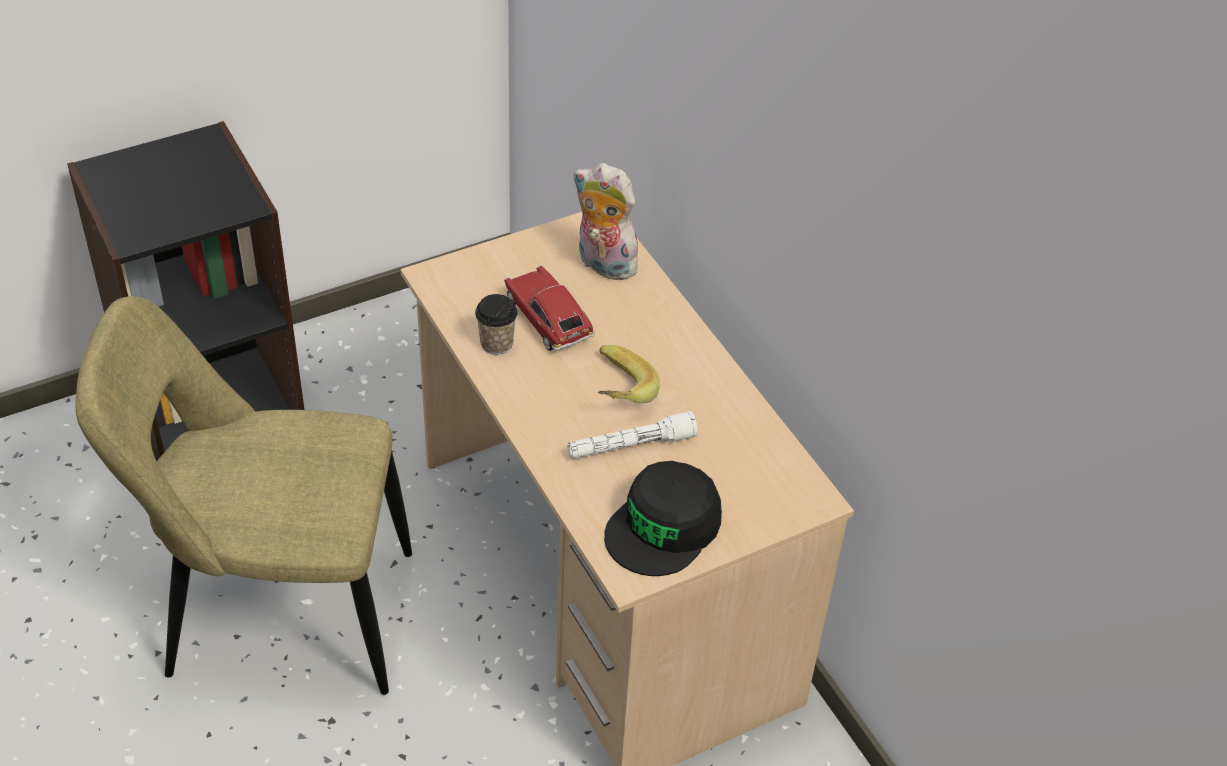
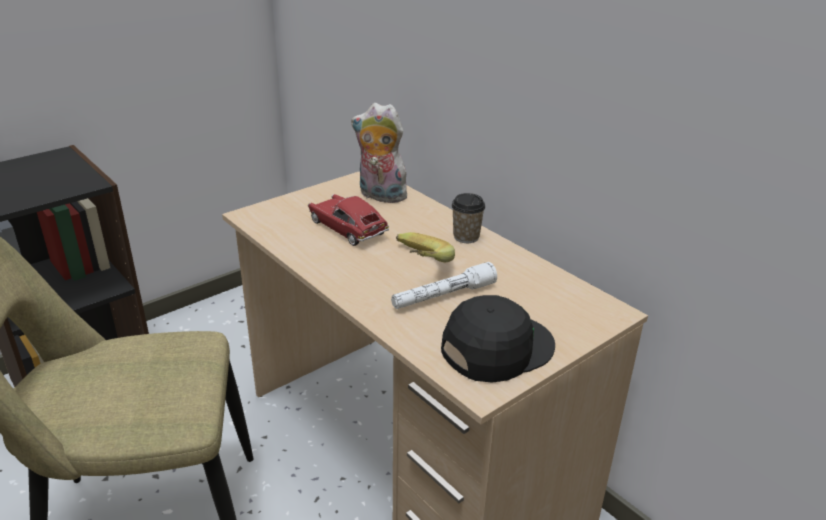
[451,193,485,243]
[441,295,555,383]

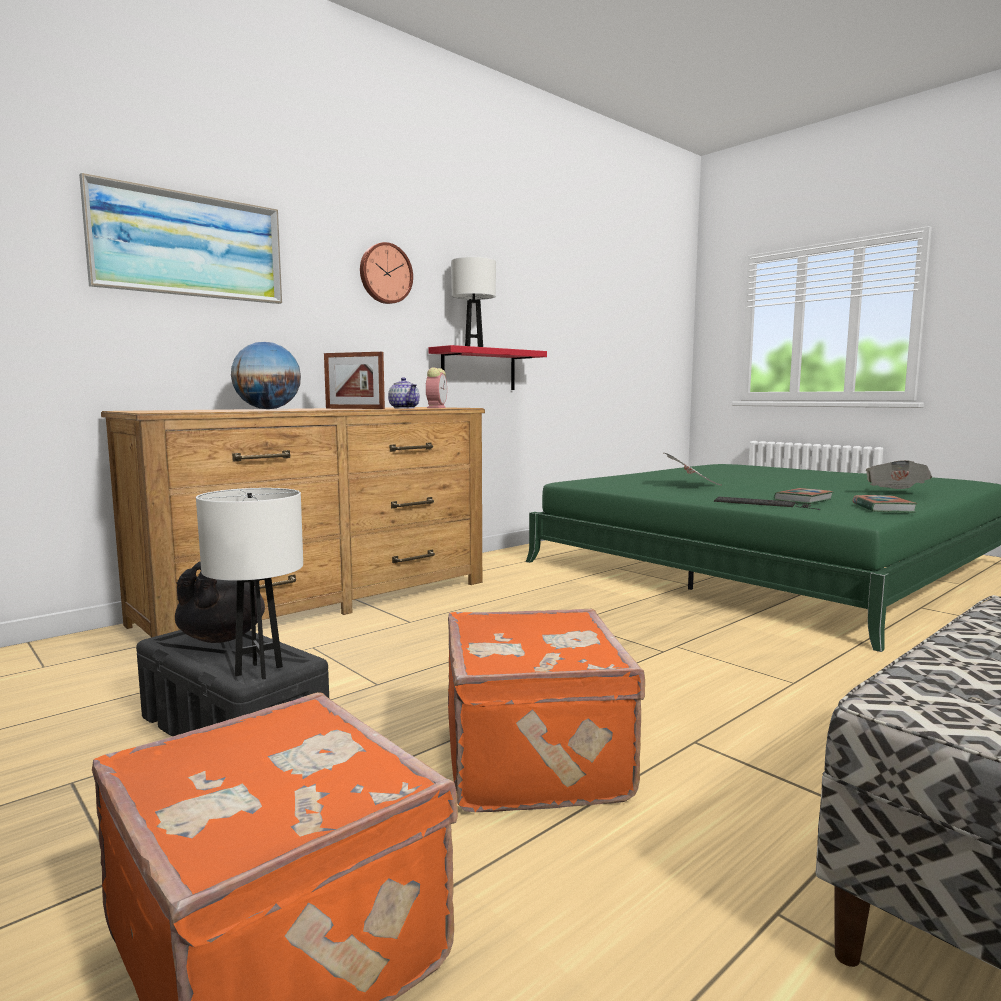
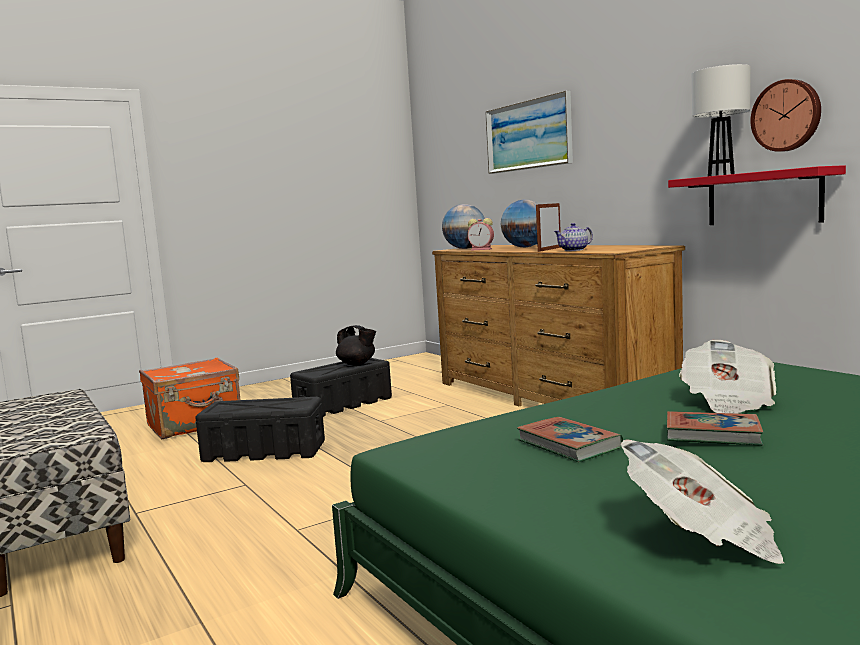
[750,79,821,152]
[467,218,494,250]
[196,488,303,679] (first image)
[667,411,764,446]
[714,497,820,510] (first image)
[195,397,325,462]
[442,204,485,249]

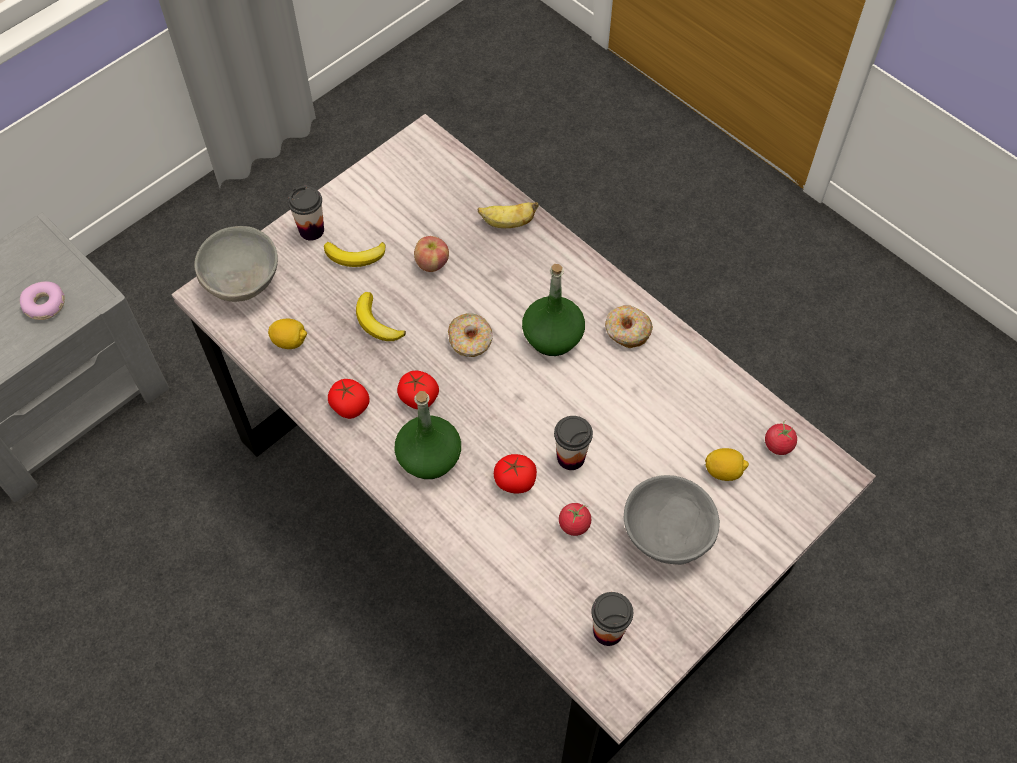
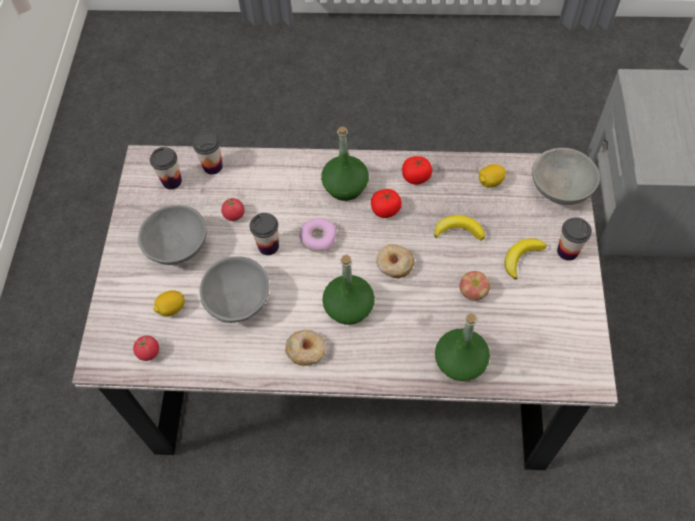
[435,313,490,381]
[299,218,337,253]
[494,454,537,493] (first image)
[193,132,223,174]
[200,256,270,323]

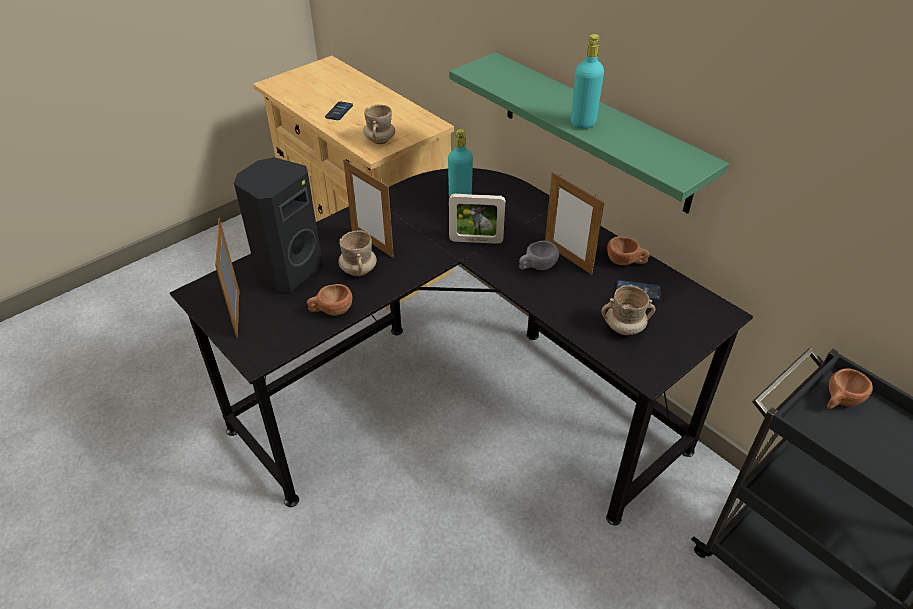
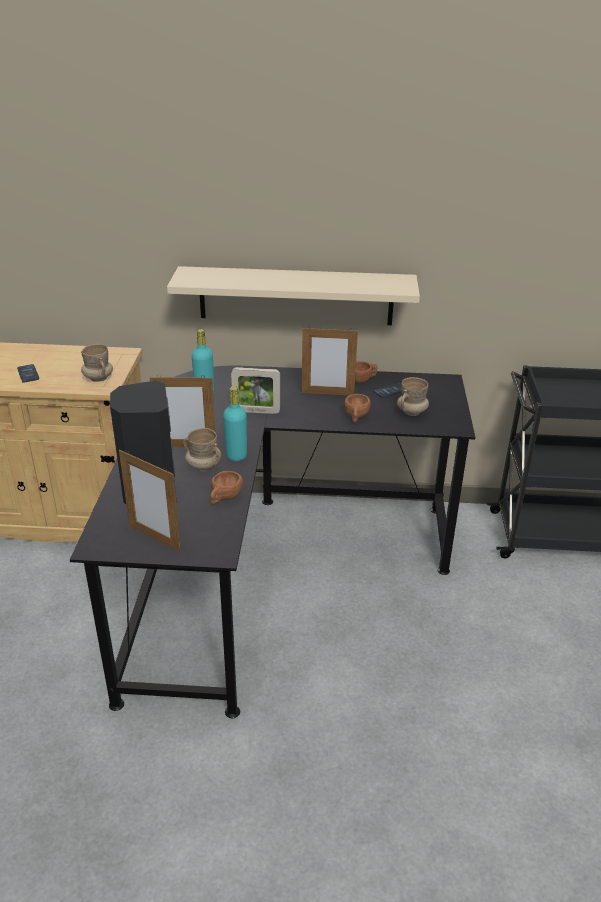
[223,386,247,461]
[167,266,420,325]
[231,367,280,414]
[519,241,559,270] (first image)
[344,394,371,423]

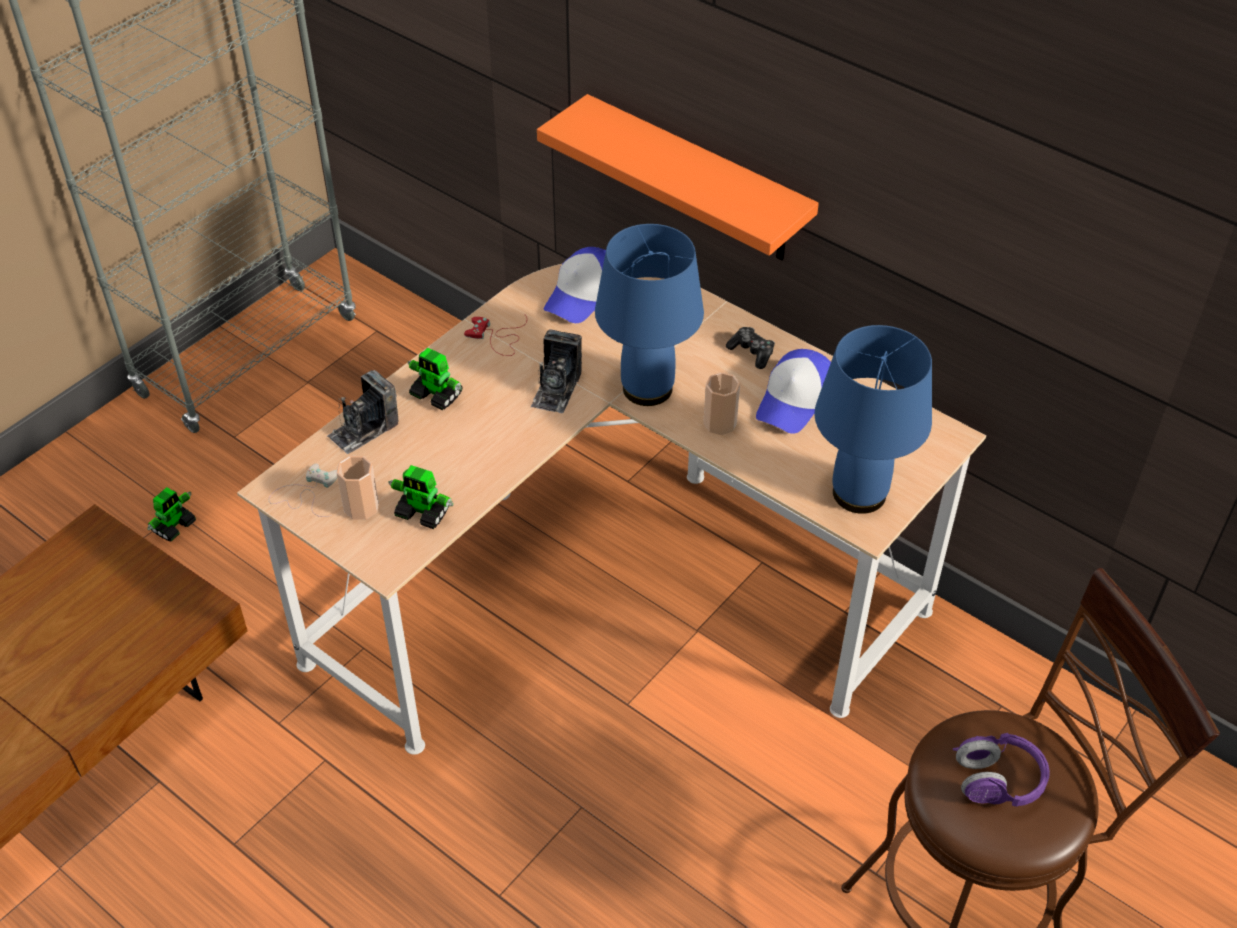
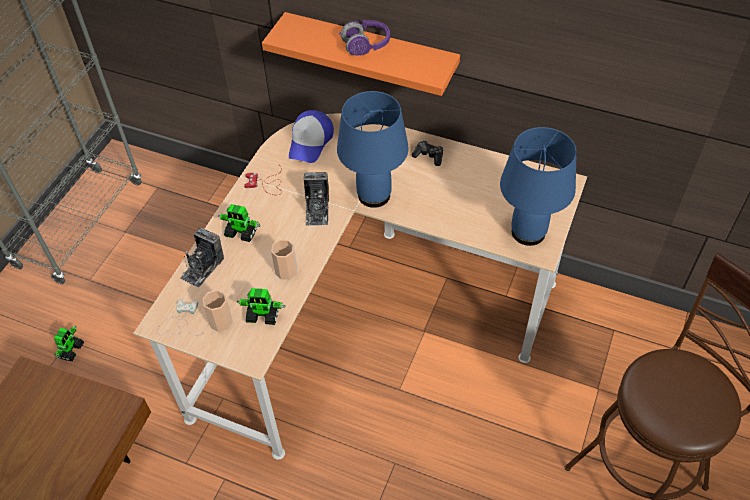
[756,349,831,434] (first image)
[271,240,297,280]
[339,20,390,56]

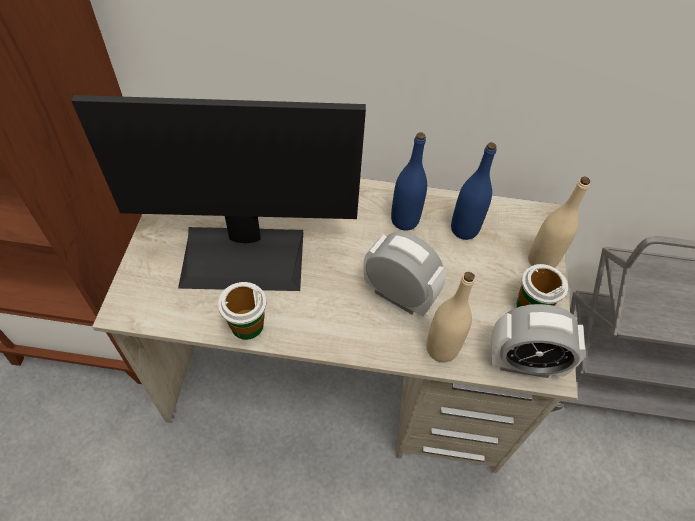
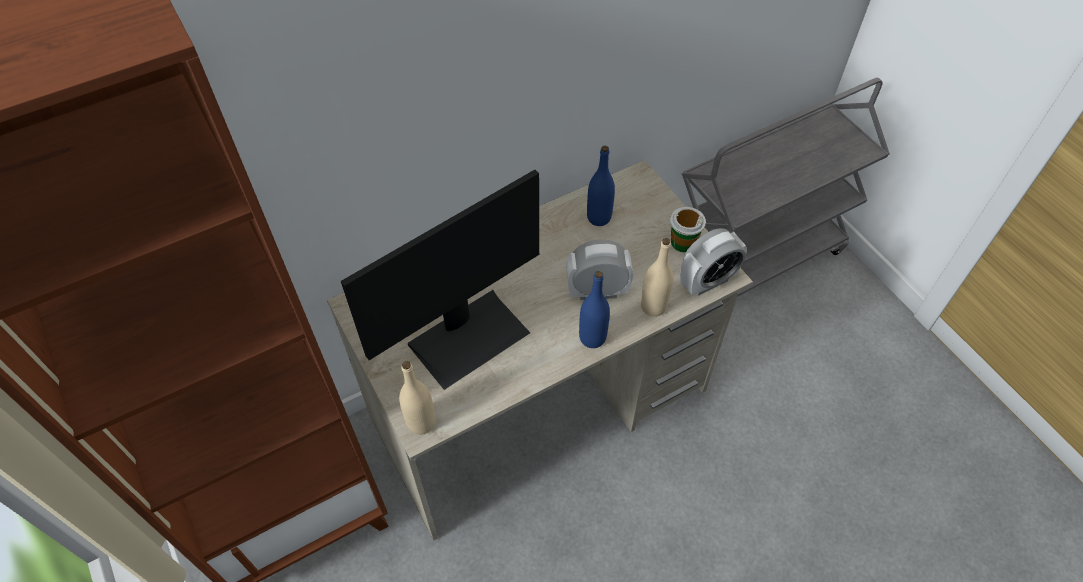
[579,271,610,348]
[399,361,435,435]
[218,282,266,340] (first image)

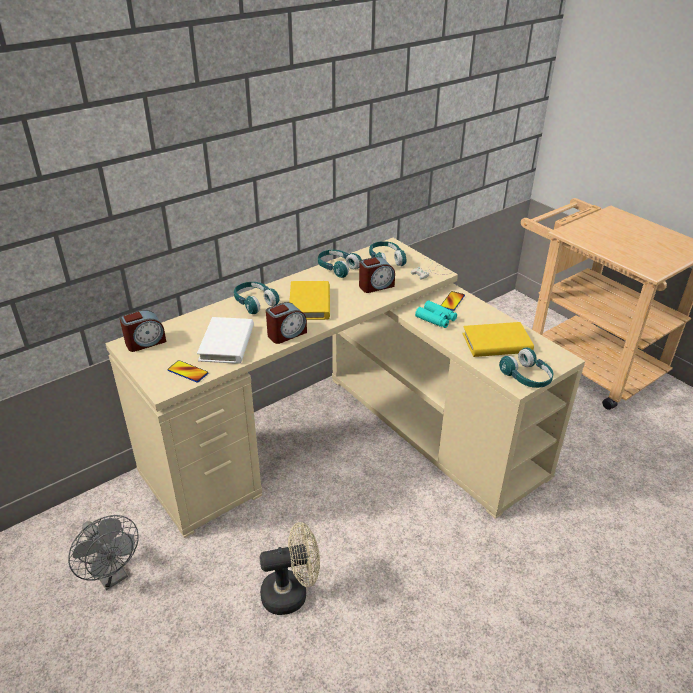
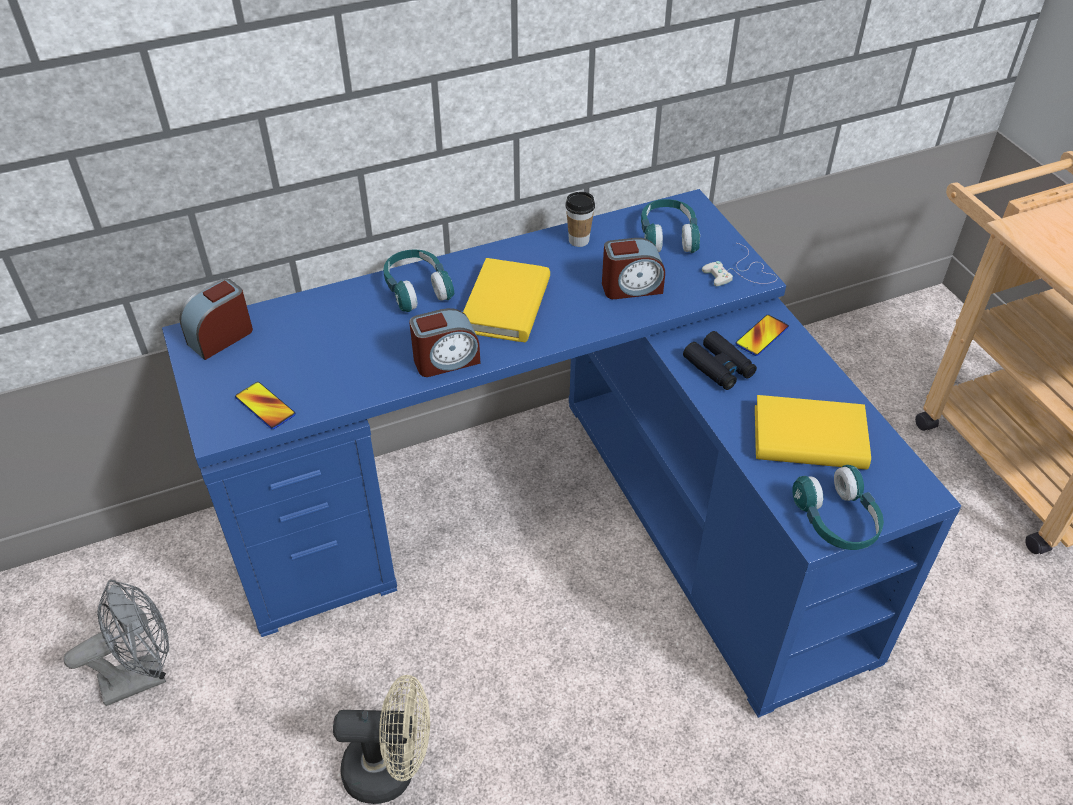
[162,189,961,718]
[565,192,595,247]
[683,331,757,390]
[179,278,253,360]
[197,317,254,364] (first image)
[64,580,169,706]

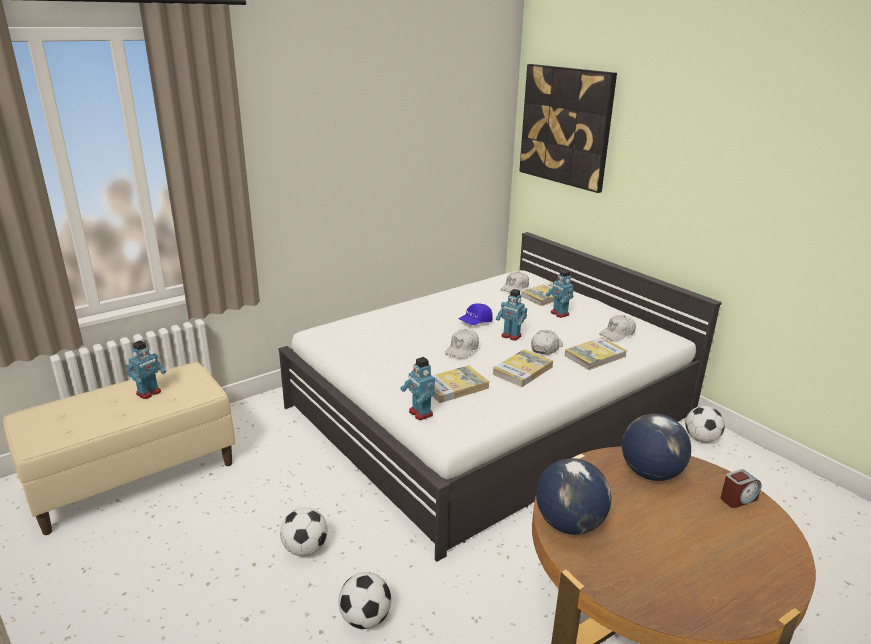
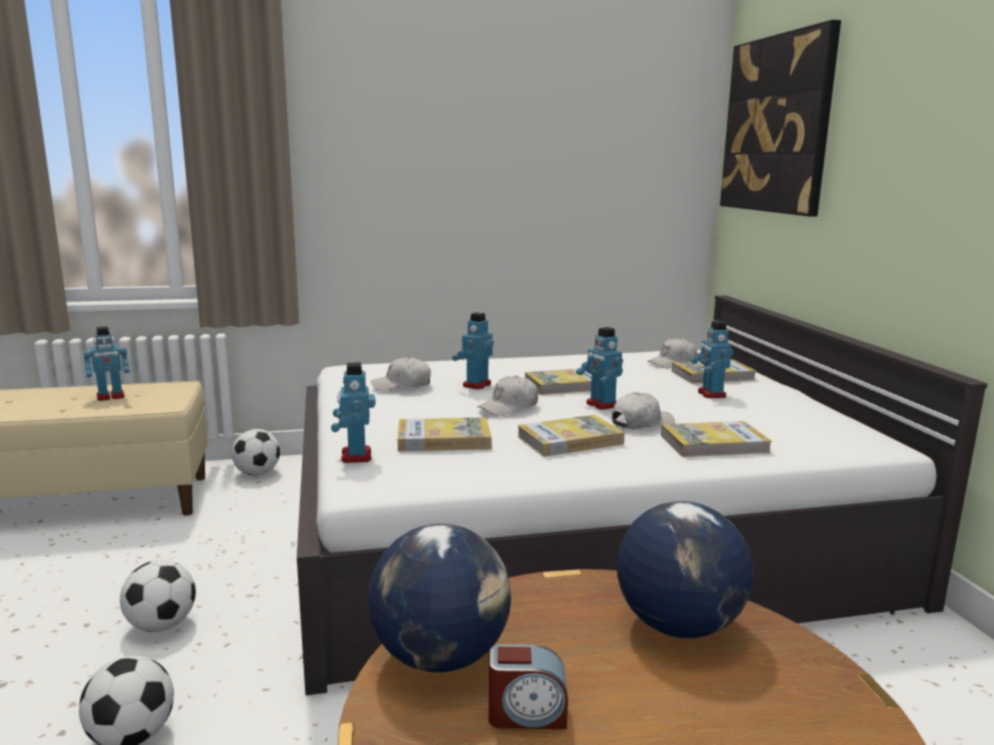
[525,369,592,395]
[371,357,431,390]
[231,429,280,476]
[489,644,568,729]
[452,312,494,389]

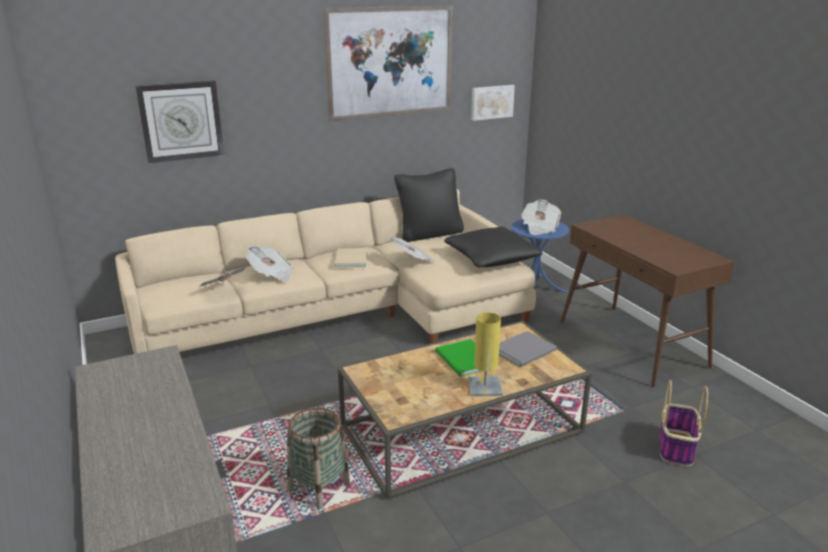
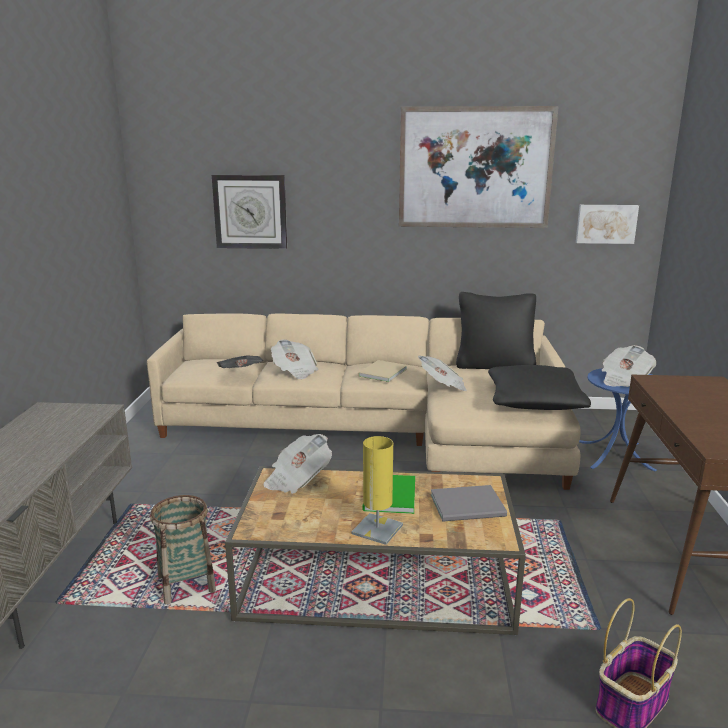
[263,434,332,494]

